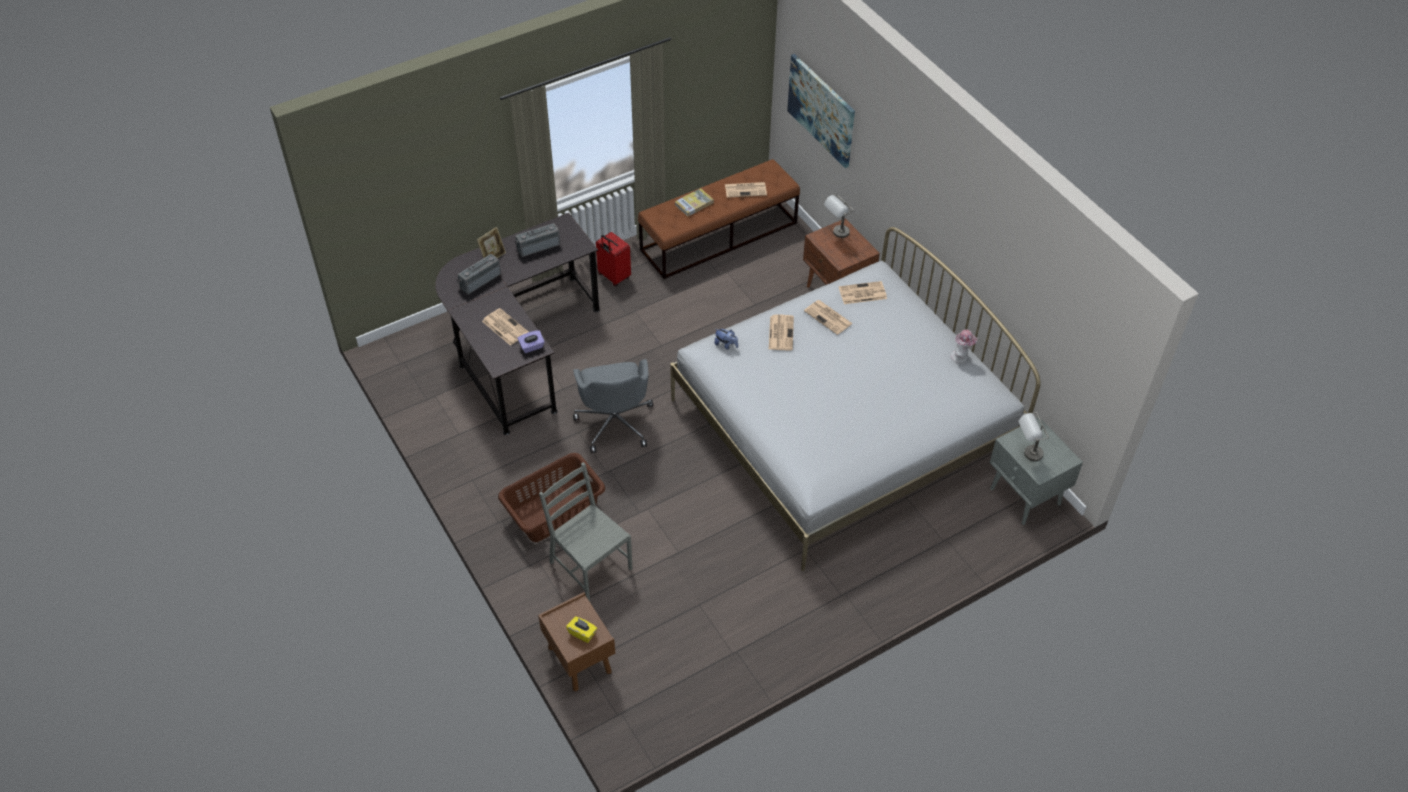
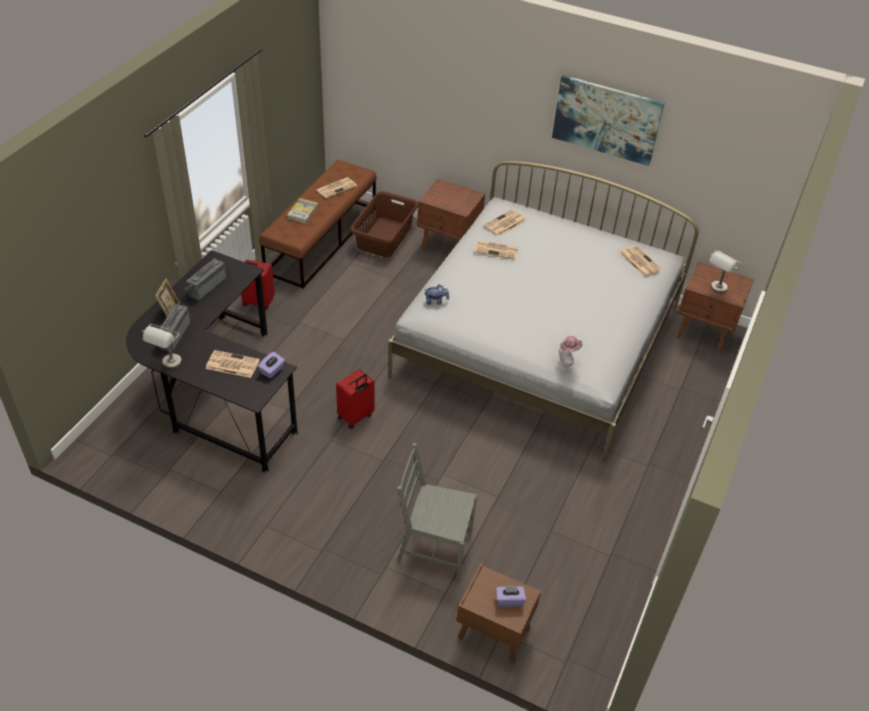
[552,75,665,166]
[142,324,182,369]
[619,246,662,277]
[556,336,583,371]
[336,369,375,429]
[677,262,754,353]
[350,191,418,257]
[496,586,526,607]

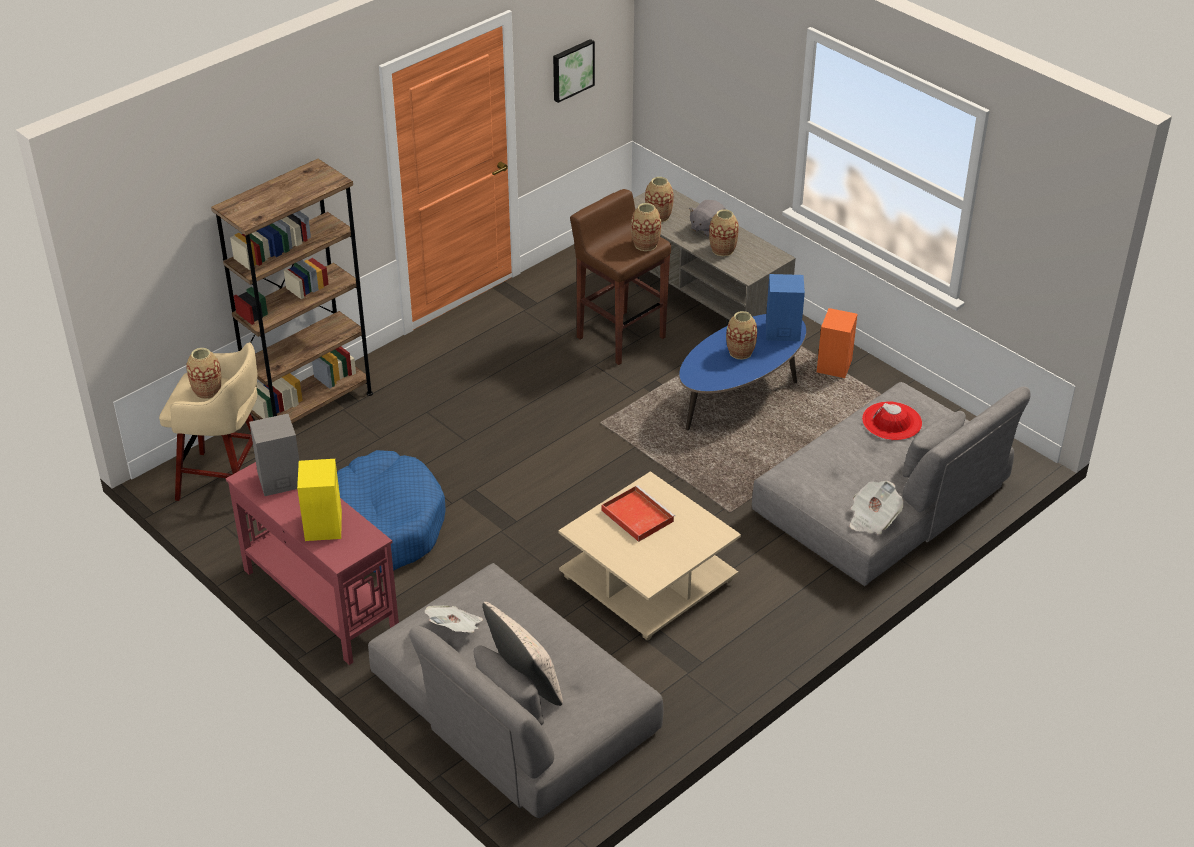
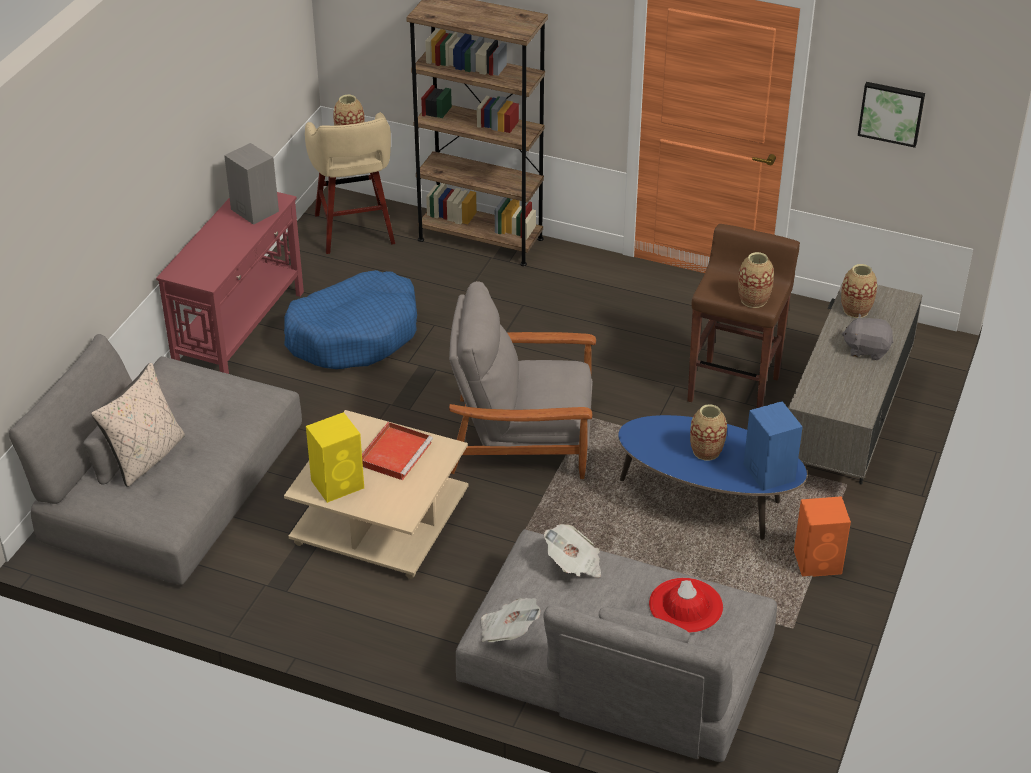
[709,209,739,256] (first image)
[306,412,364,503]
[544,524,601,578]
[449,281,596,479]

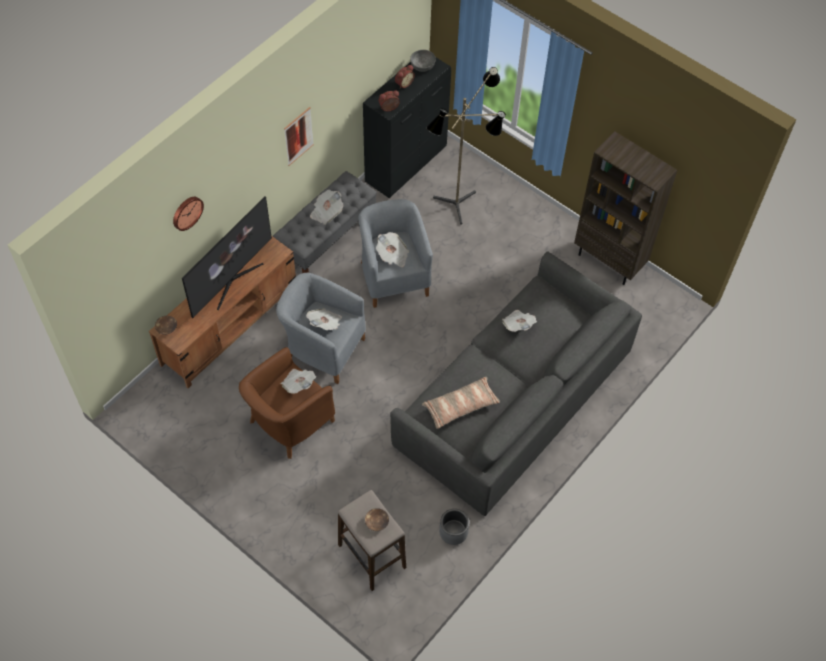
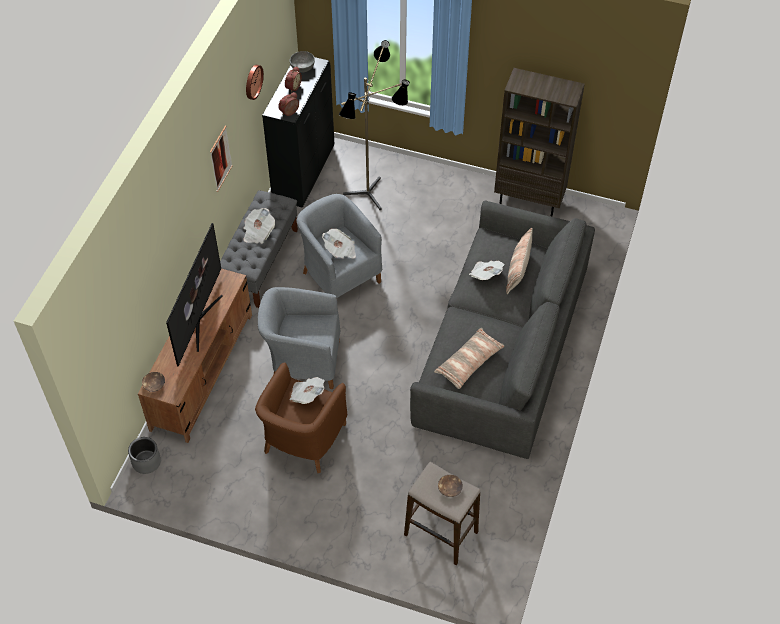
[246,65,264,100]
[306,308,342,330] (first image)
[128,437,161,474]
[506,228,533,294]

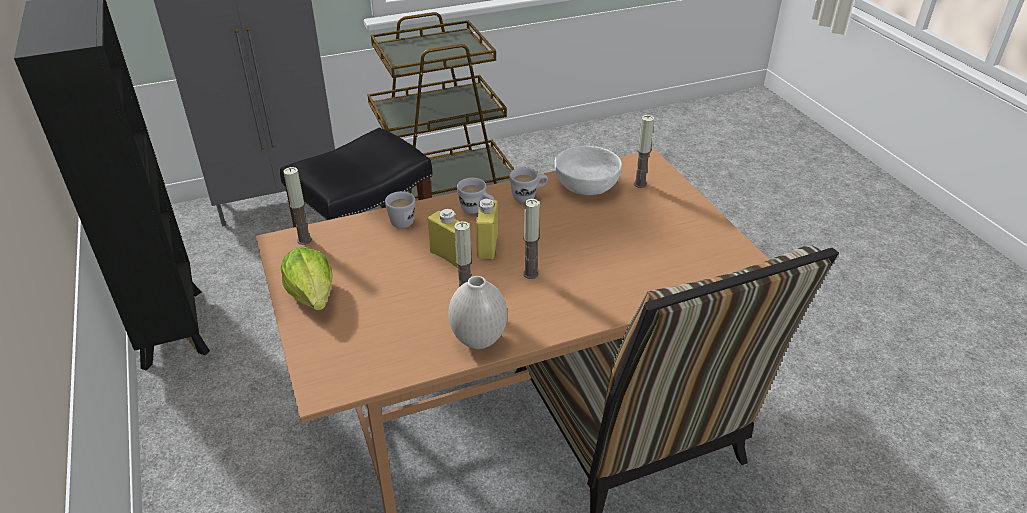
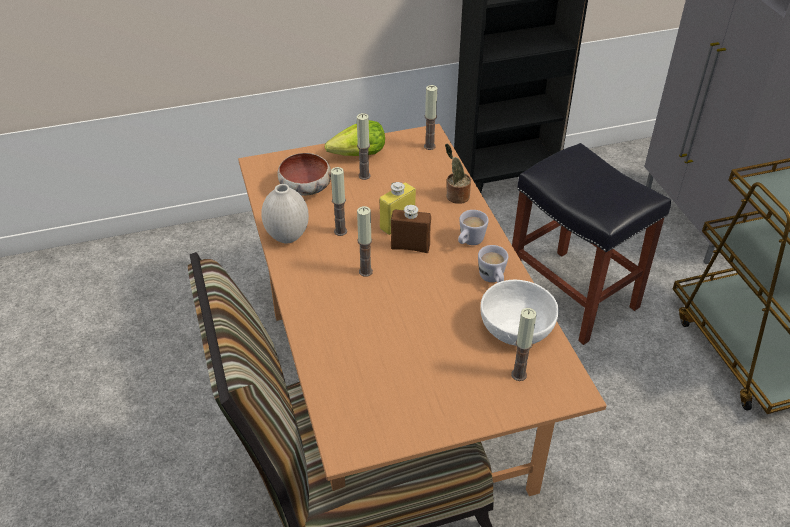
[445,143,471,204]
[391,205,431,253]
[357,113,371,180]
[277,153,331,196]

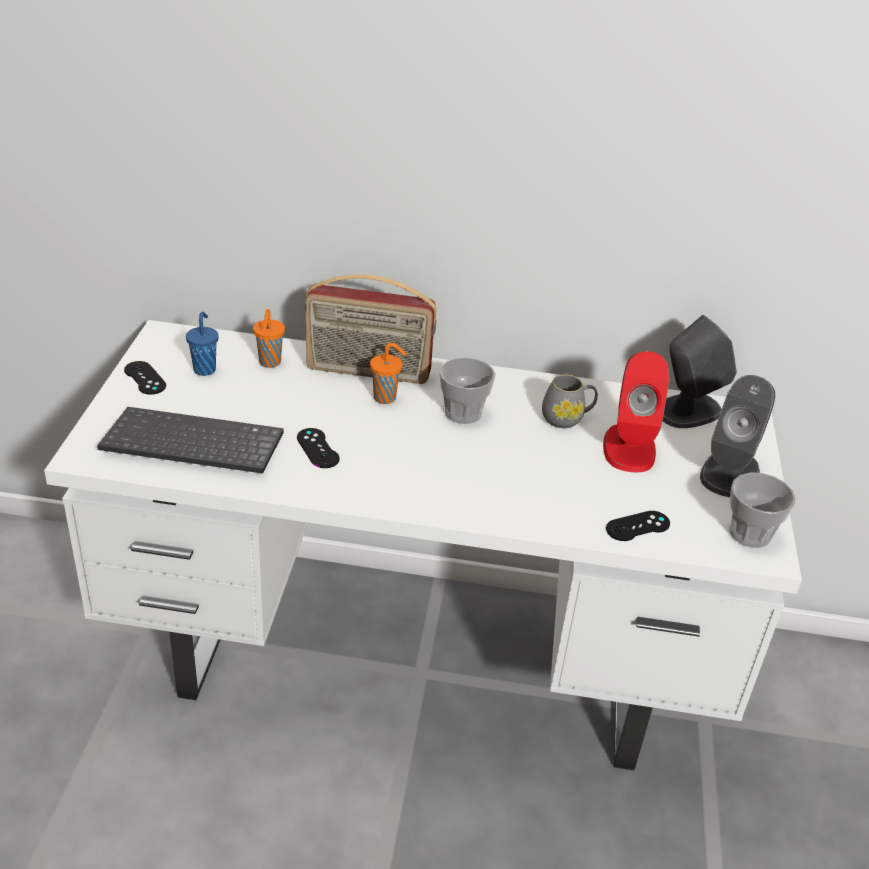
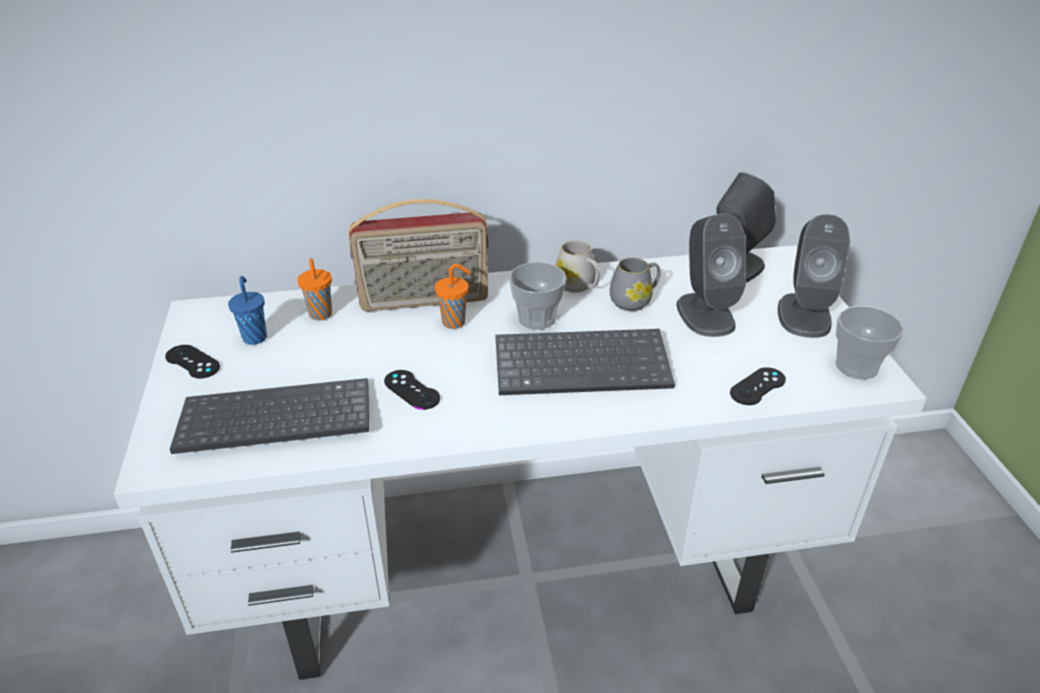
[676,213,746,337]
[555,240,600,293]
[496,329,675,395]

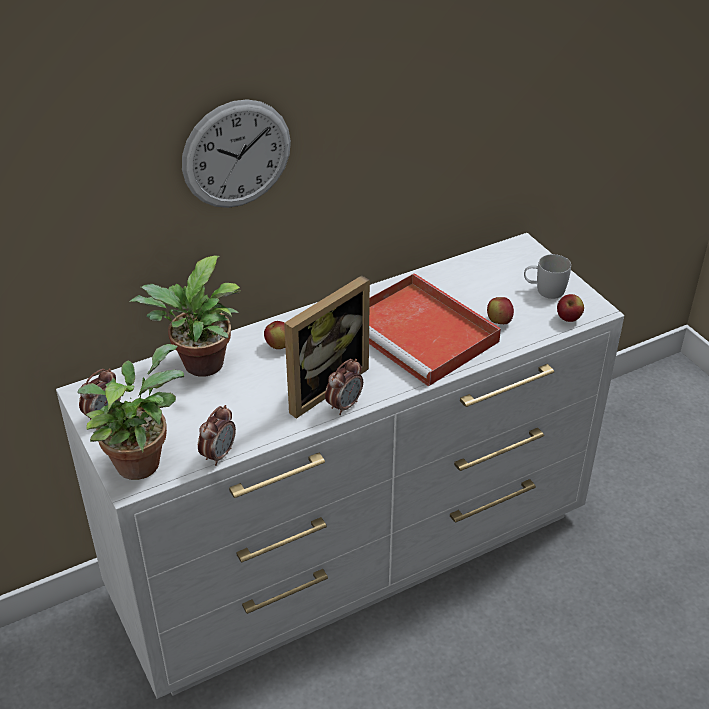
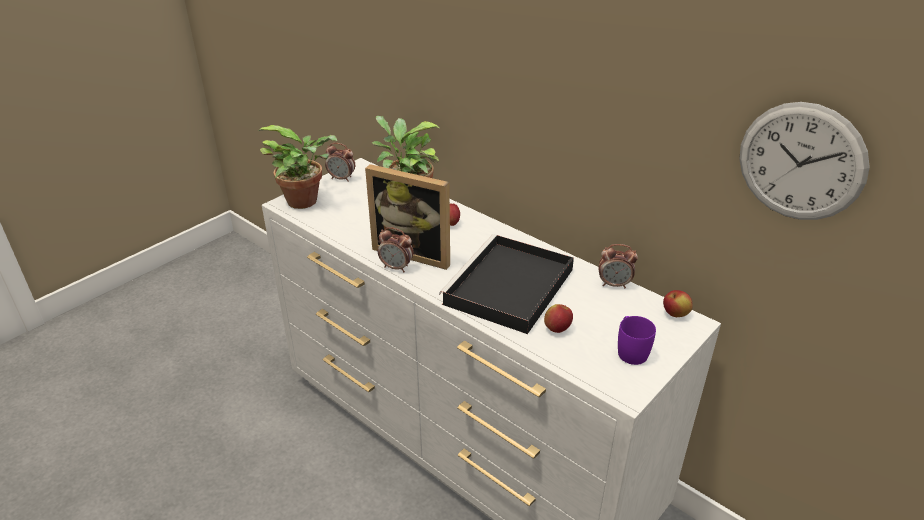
[739,102,870,220]
[618,316,656,365]
[439,234,574,334]
[663,290,693,317]
[599,244,638,289]

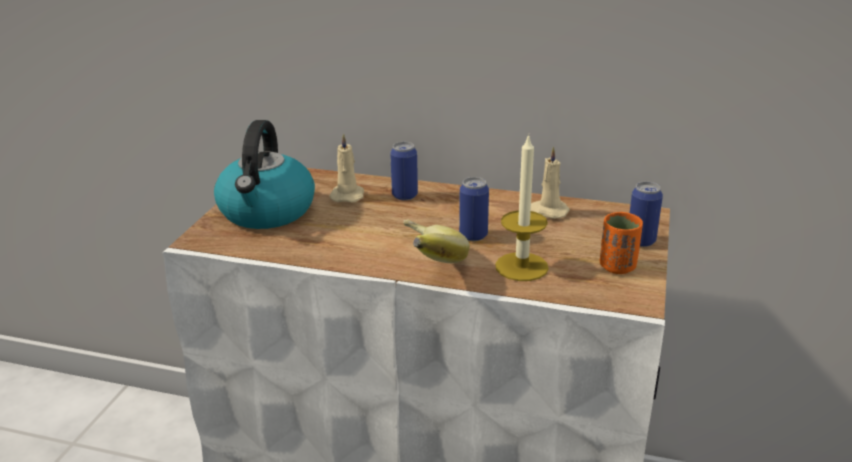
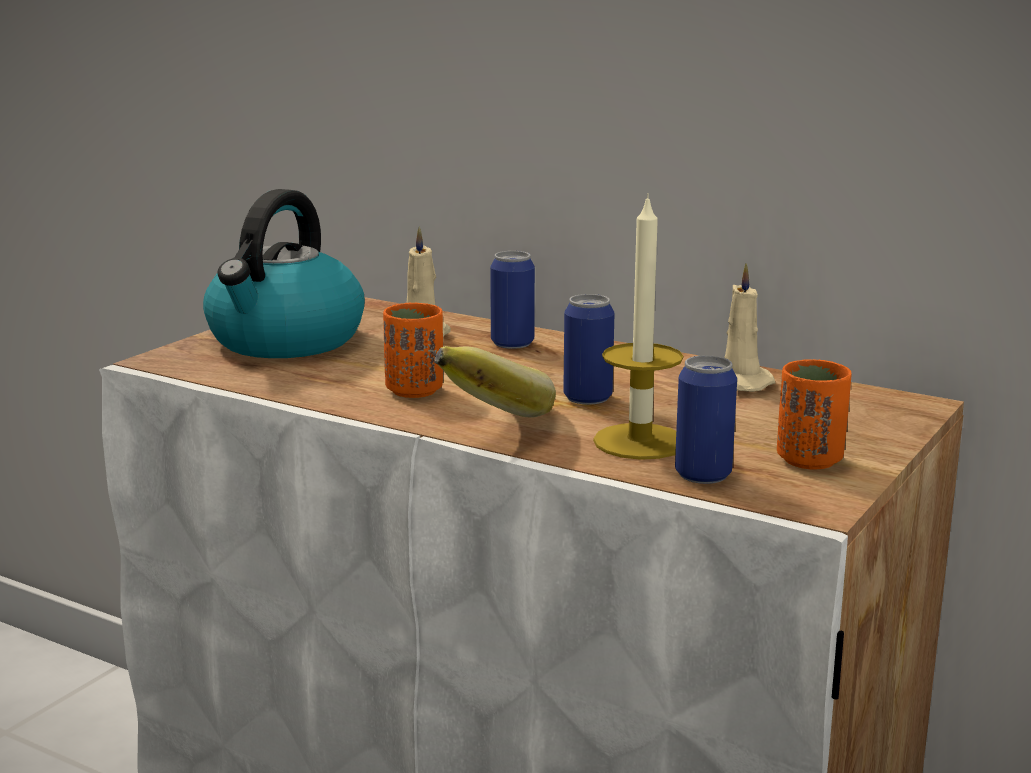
[675,355,737,484]
[383,303,443,398]

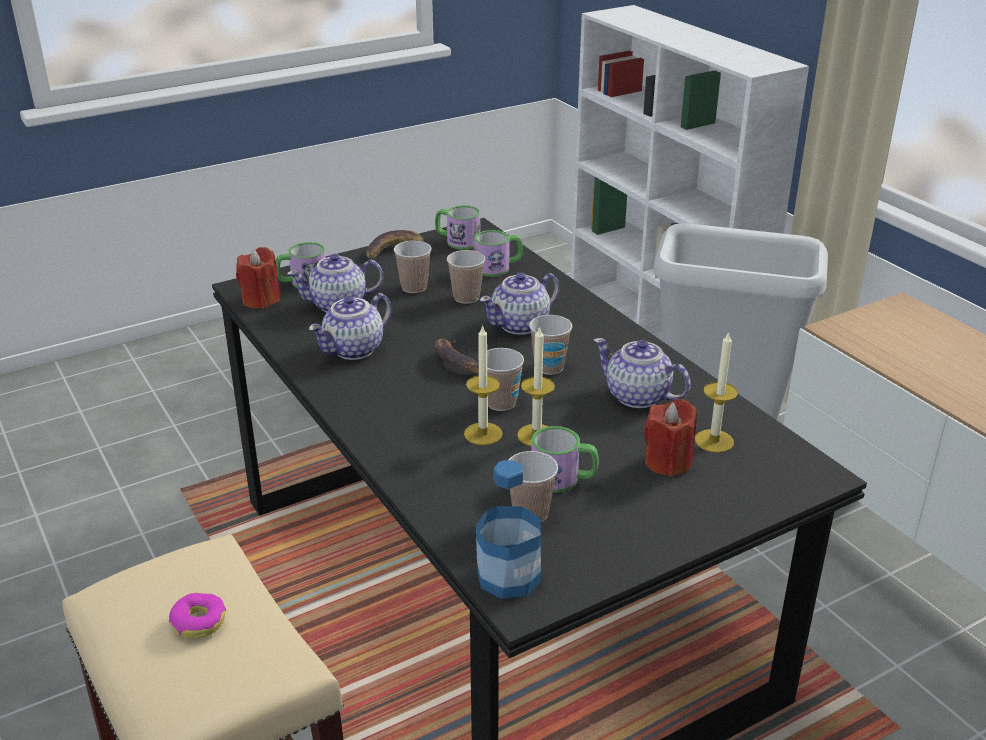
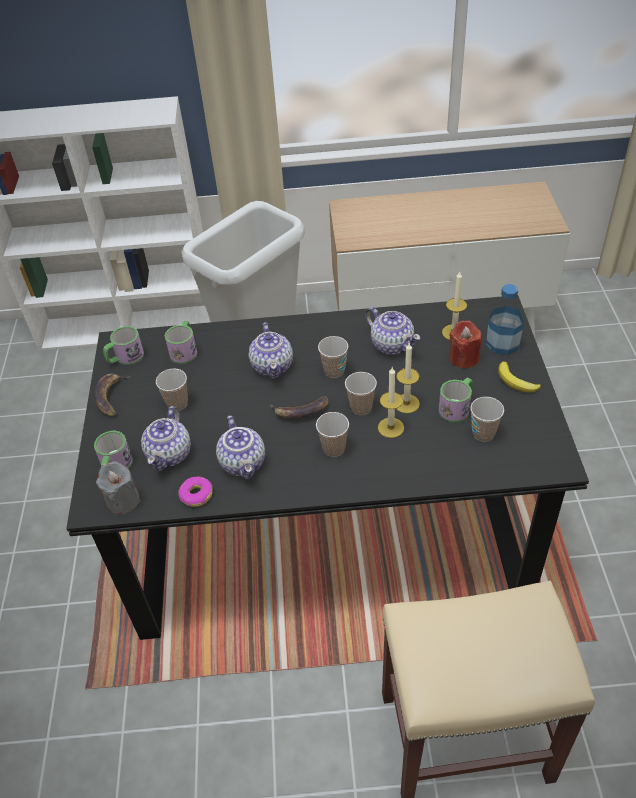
[96,461,141,515]
[316,412,349,457]
[366,307,421,355]
[486,284,524,355]
[178,477,213,507]
[498,362,541,393]

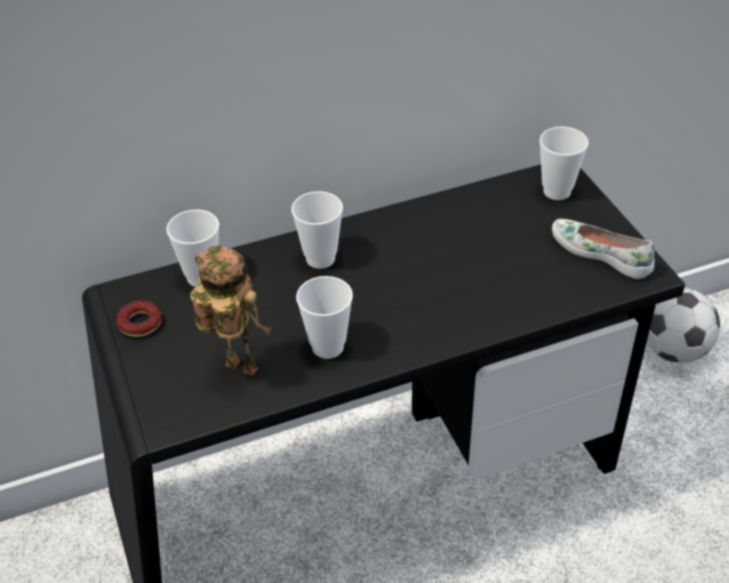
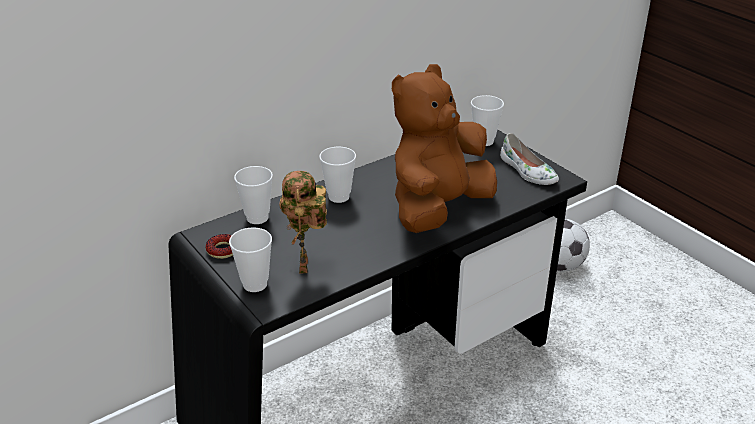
[500,133,559,185]
[279,171,327,273]
[229,227,272,292]
[392,64,497,233]

